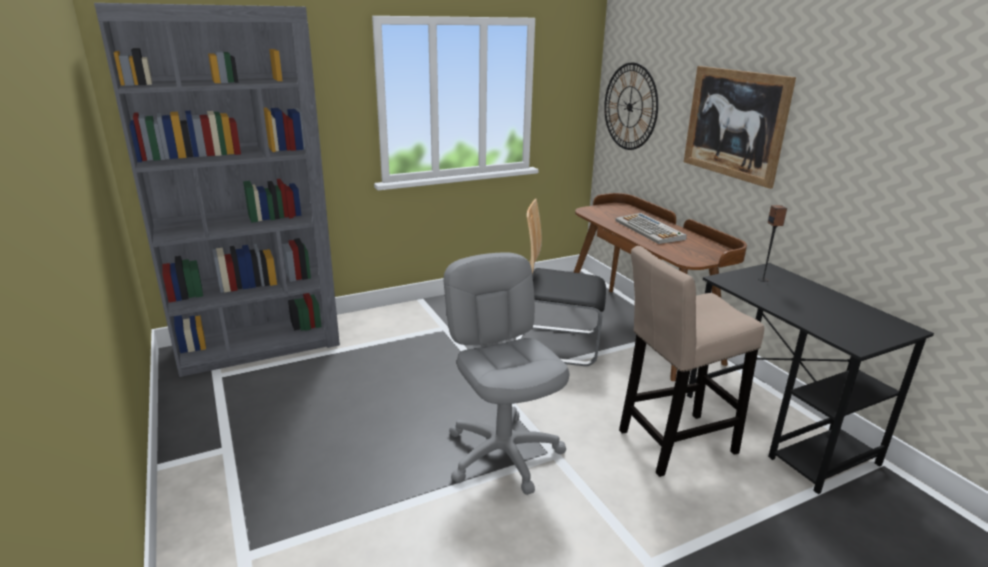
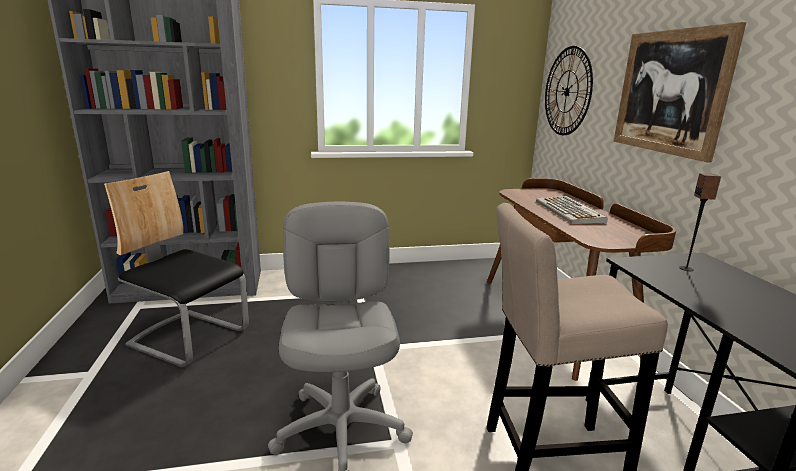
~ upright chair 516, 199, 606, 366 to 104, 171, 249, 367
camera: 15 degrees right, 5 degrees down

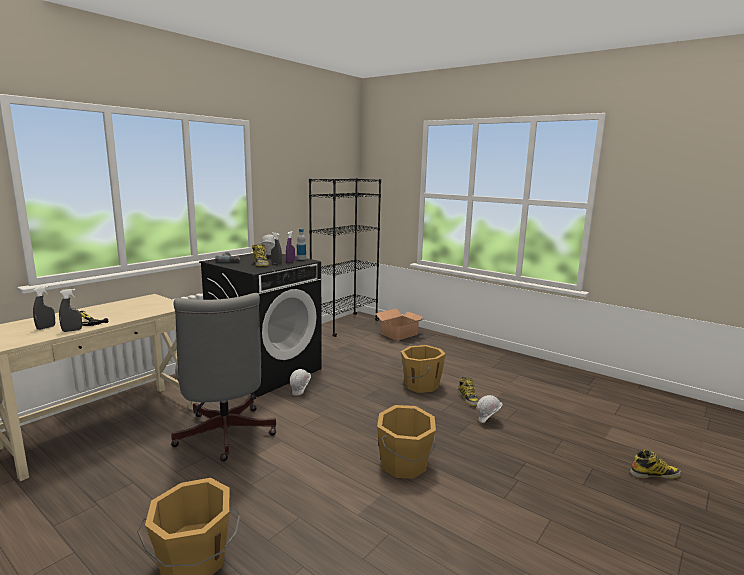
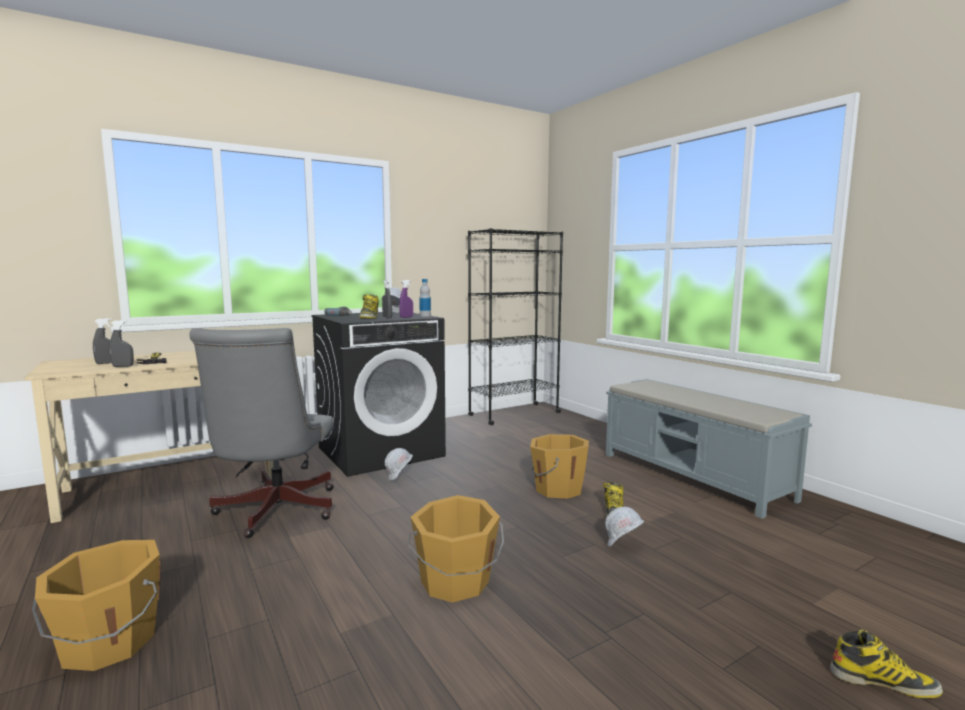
- cardboard box 375, 309, 425, 341
+ gray bench 606, 379, 812, 519
camera: 20 degrees right, 5 degrees down

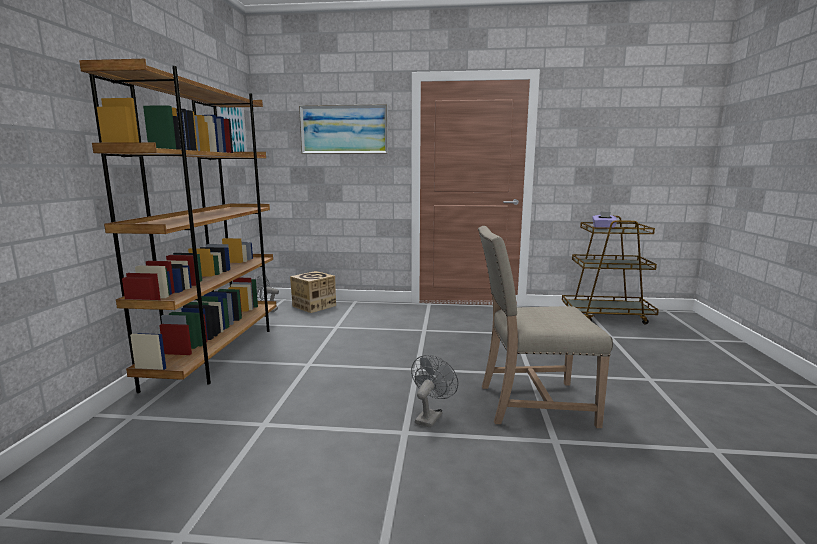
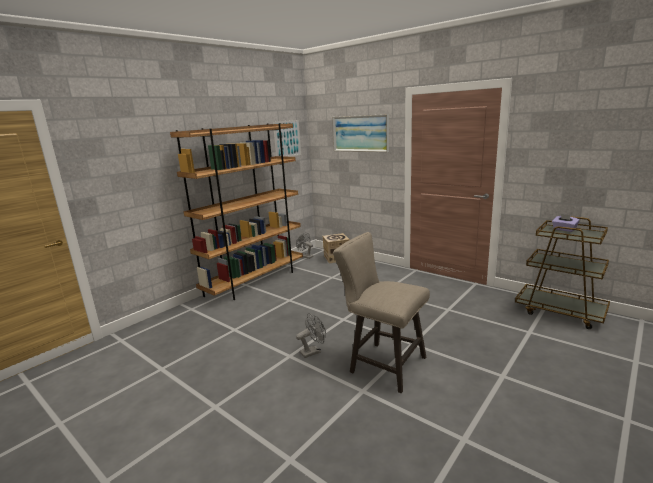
~ beige upright chair 478, 226, 613, 428 to beige sitting stool 333, 232, 430, 393
camera: 35 degrees right, 5 degrees up

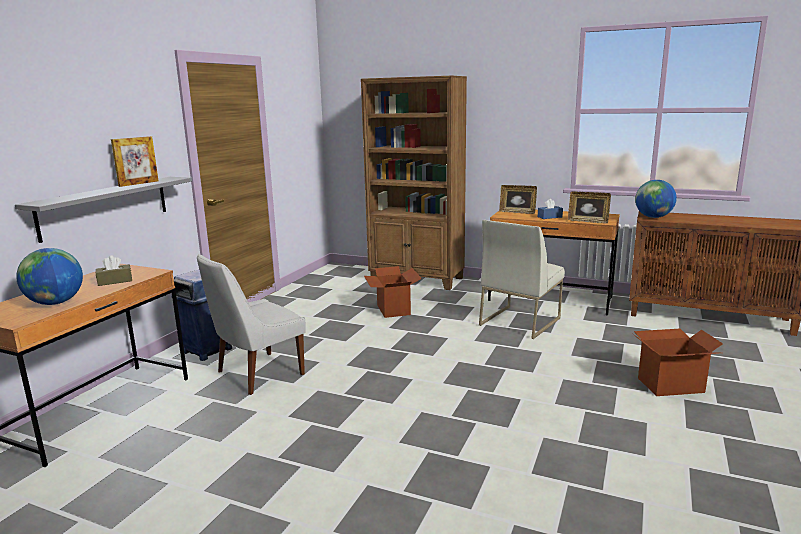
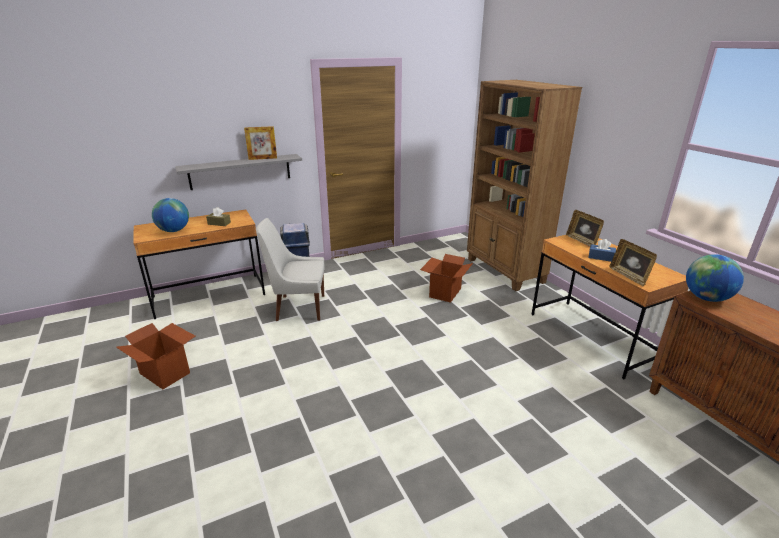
- whitish upright chair 479, 220, 565, 339
~ cardboard box 633, 329, 723, 396 to 116, 323, 195, 389
camera: 40 degrees right, 10 degrees up

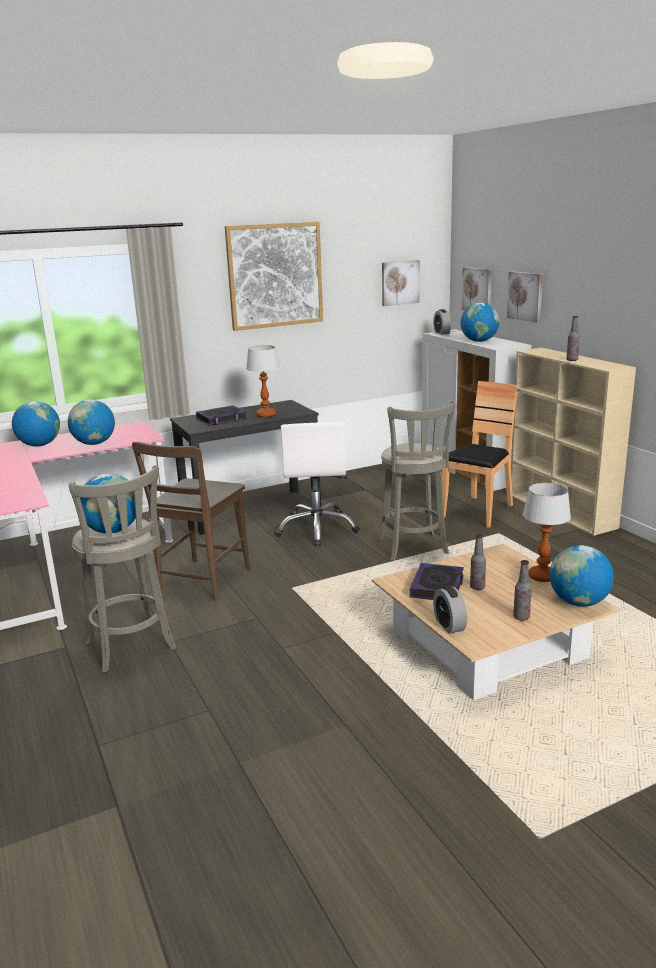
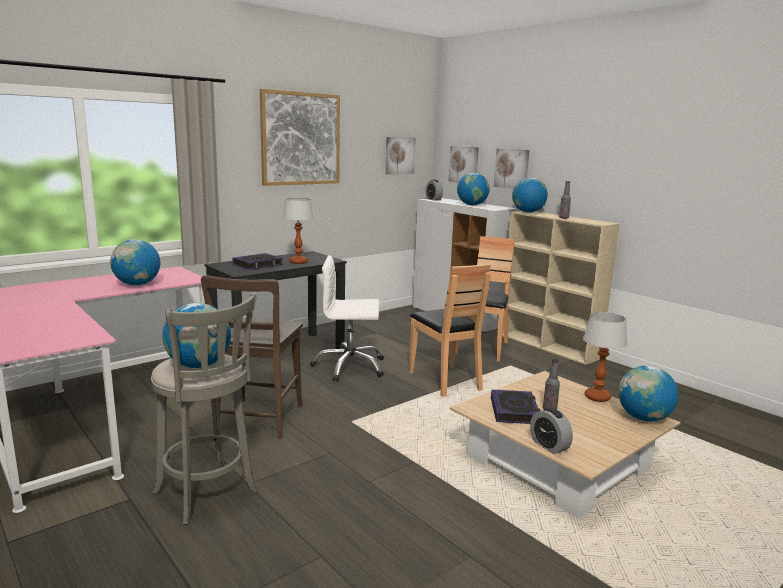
- drink bottle 513, 560, 532, 621
~ world globe 12, 401, 60, 447 to 512, 178, 548, 213
~ gray sitting stool 379, 401, 456, 561 to brown-coloured upright chair 409, 264, 491, 397
~ whitish computer chair 275, 422, 359, 546 = 310, 255, 384, 382 105 degrees clockwise
camera: 15 degrees left, 5 degrees down

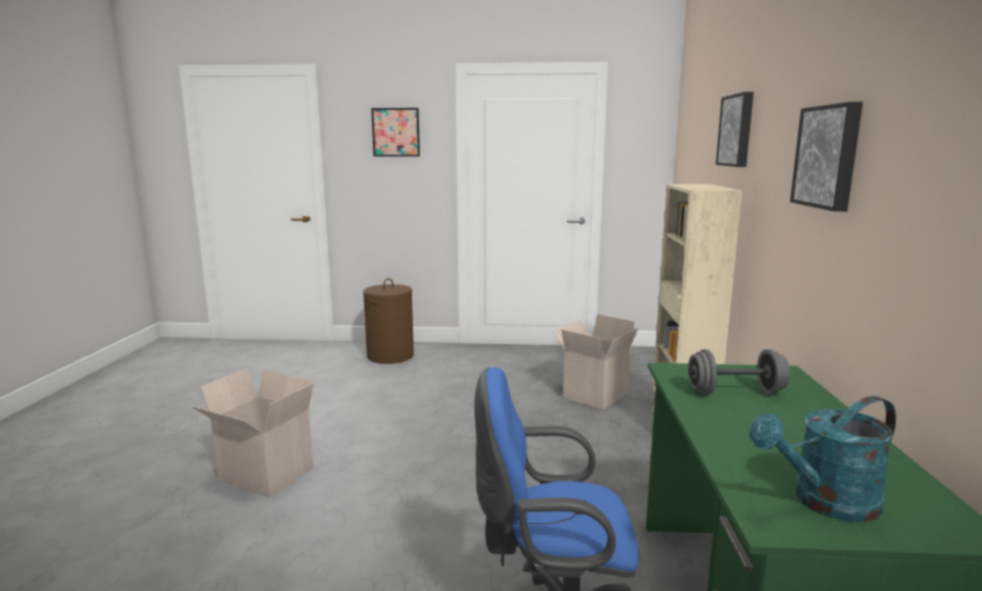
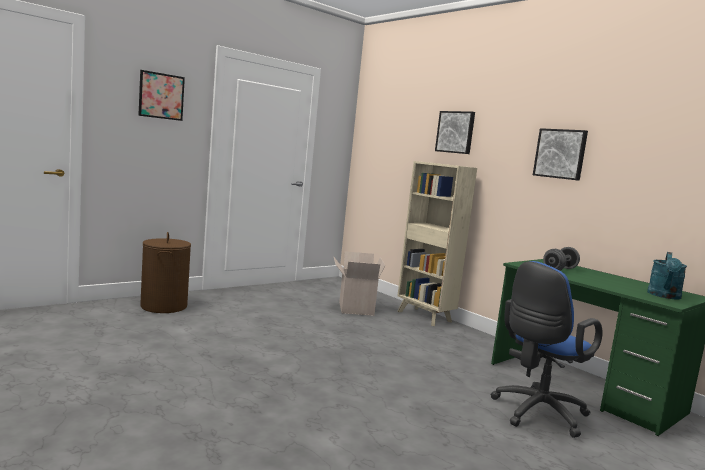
- cardboard box 191, 368, 314, 498
camera: 45 degrees left, 5 degrees down

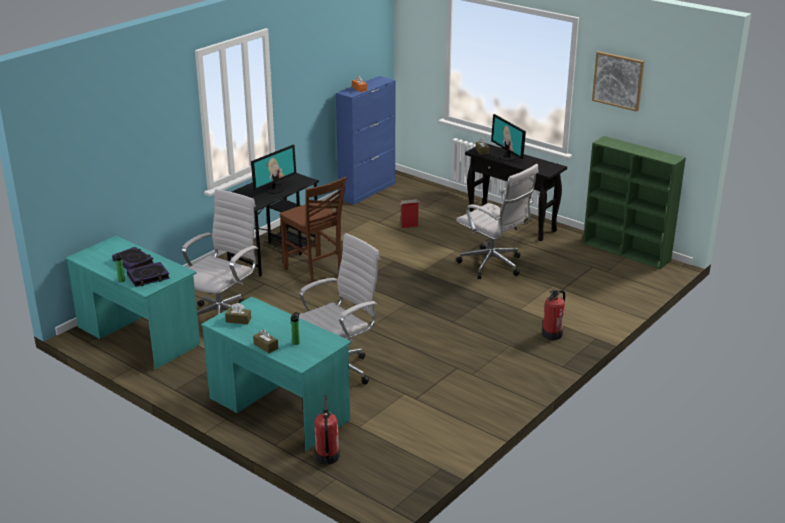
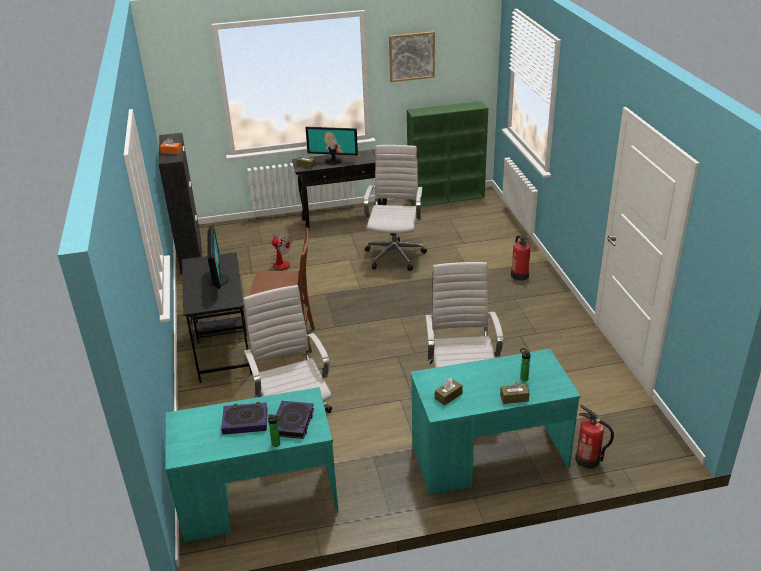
~ cardboard box 399, 199, 420, 228 to cooling fan 271, 232, 291, 270
~ blue-coloured cabinet 336, 76, 395, 205 to blackish cabinet 159, 133, 202, 275
~ whitish computer chair 456, 164, 539, 279 = 364, 145, 427, 271 75 degrees counterclockwise
camera: 50 degrees left, 5 degrees up

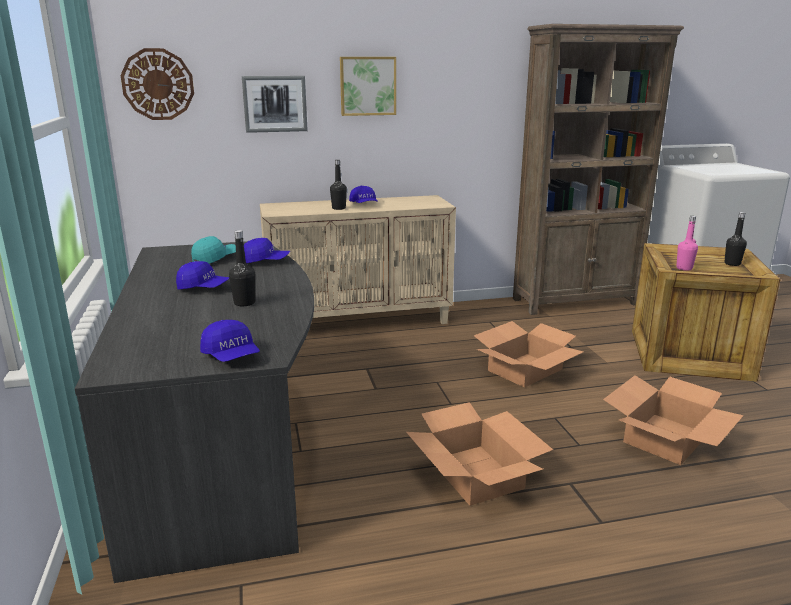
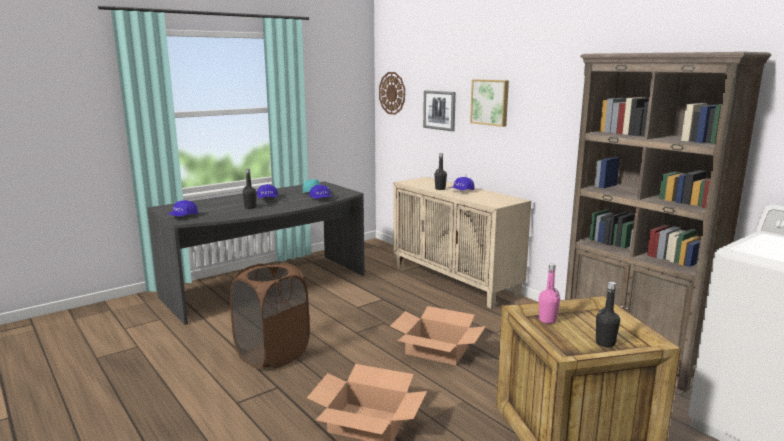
~ cardboard box 406, 402, 553, 506 to brown-coloured hamper 230, 263, 310, 369
camera: 65 degrees right, 5 degrees down

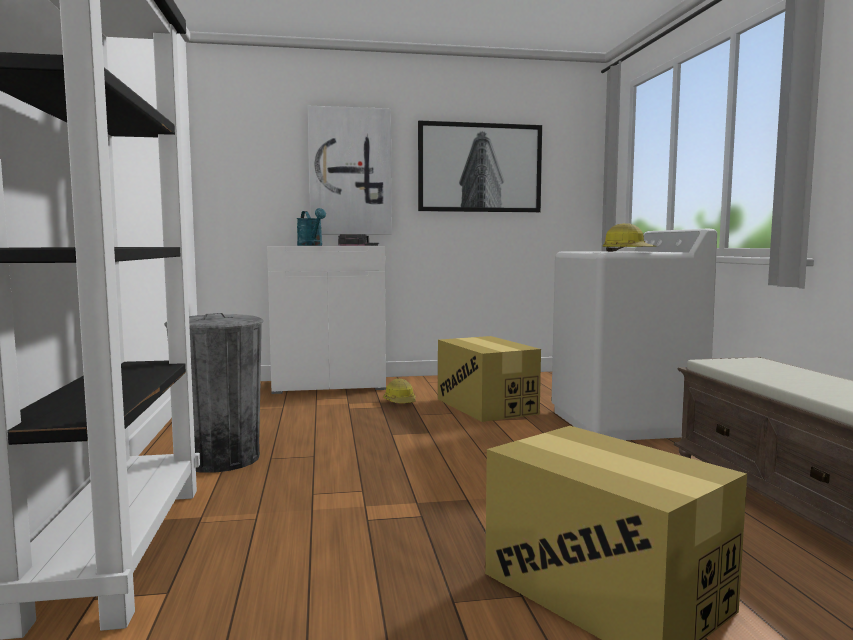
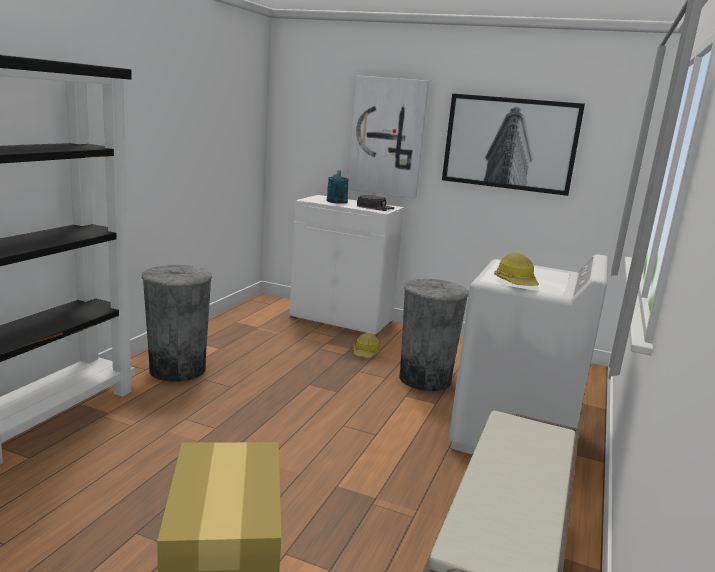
~ cardboard box 438, 336, 541, 422 to gray waste bin 399, 279, 469, 391
camera: 30 degrees right, 10 degrees up

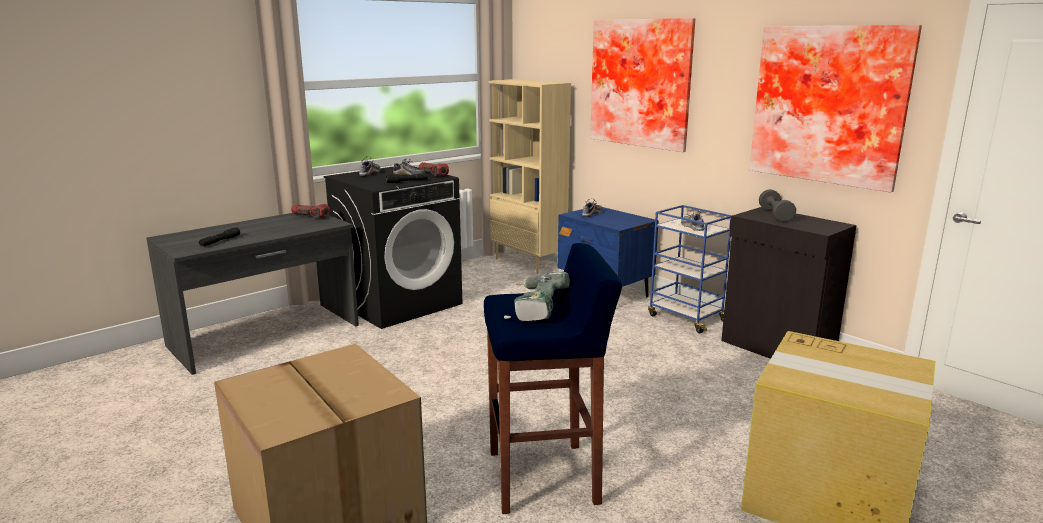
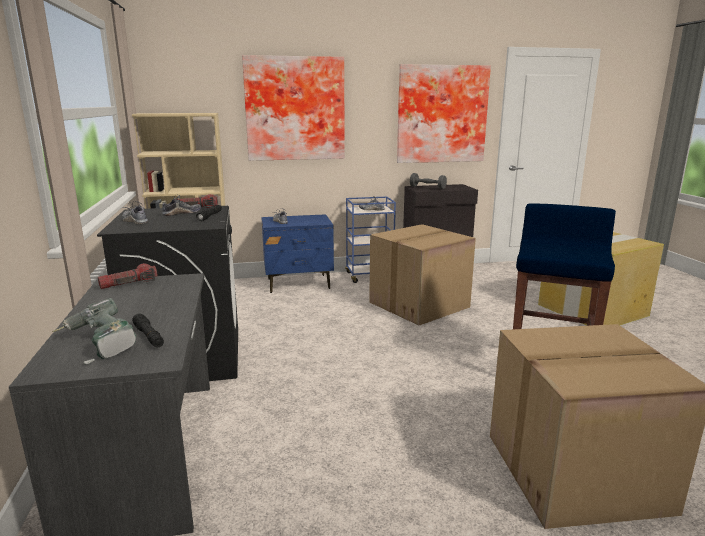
+ cardboard box 369, 224, 476, 325
~ drill 504, 272, 570, 321 to 52, 298, 136, 365
camera: 60 degrees left, 0 degrees up

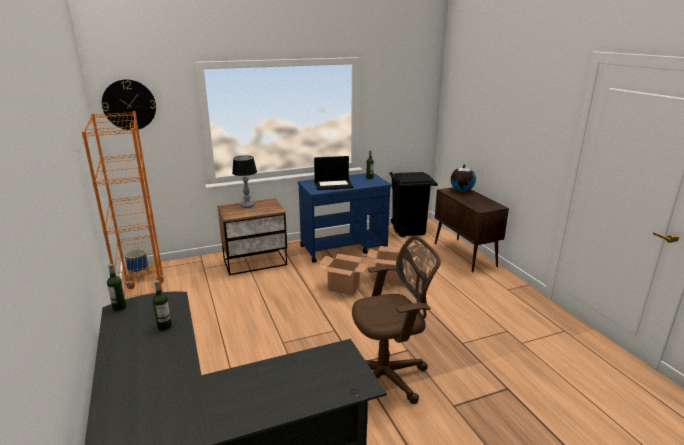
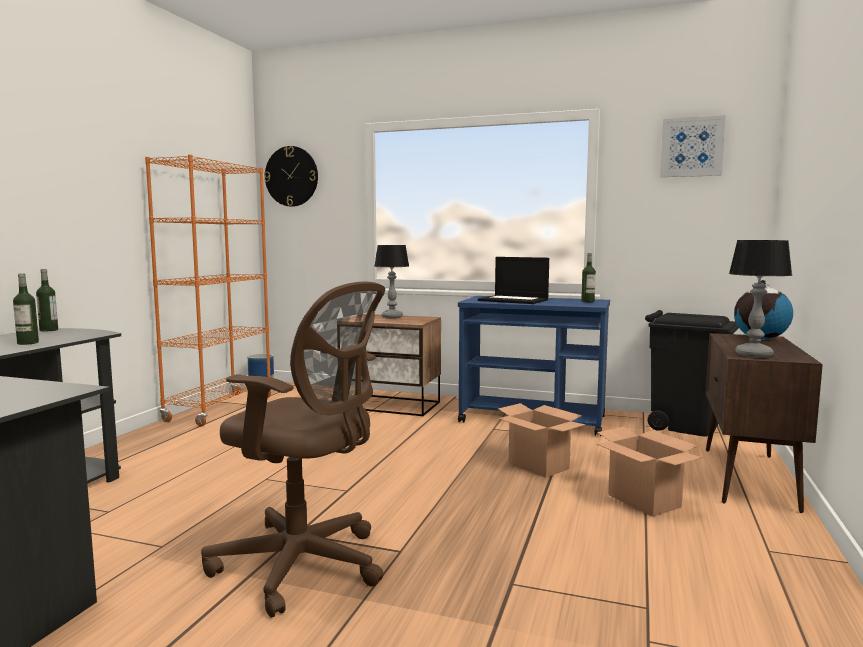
+ wall art 660, 115, 726, 177
+ lamp for a table 729, 240, 792, 358
~ cardboard box 319, 254, 369, 295 to 597, 427, 703, 517
camera: 40 degrees right, 15 degrees down

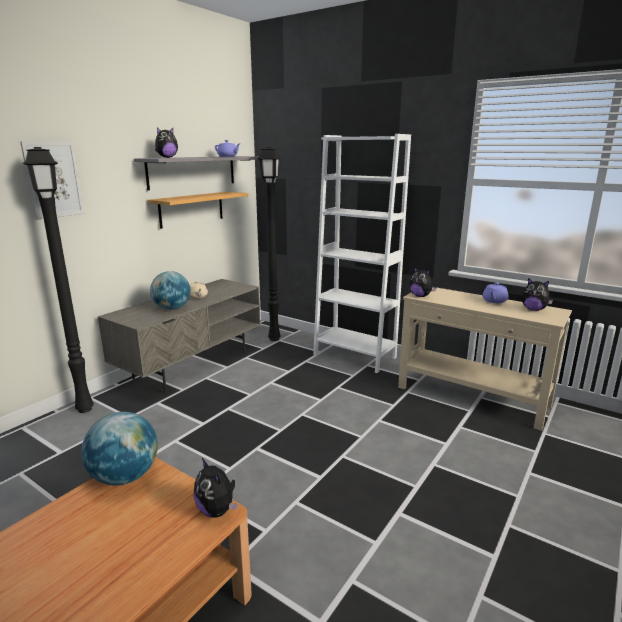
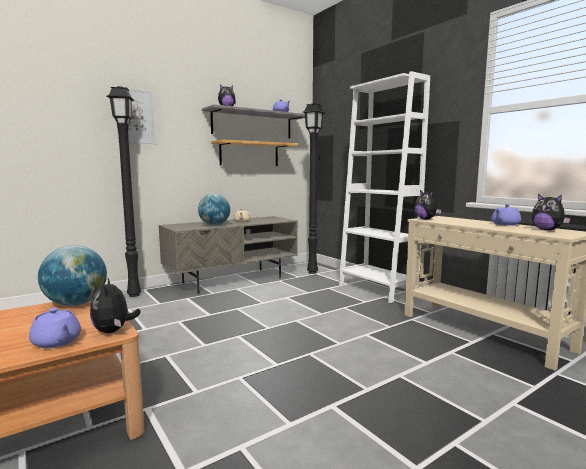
+ purple-coloured pot for tea 29, 308, 81, 348
camera: 20 degrees right, 10 degrees down

